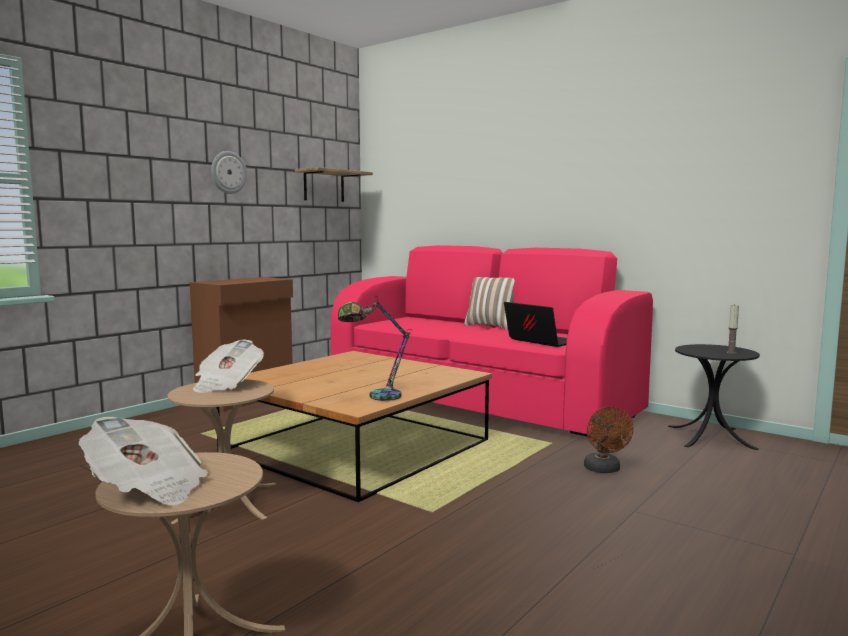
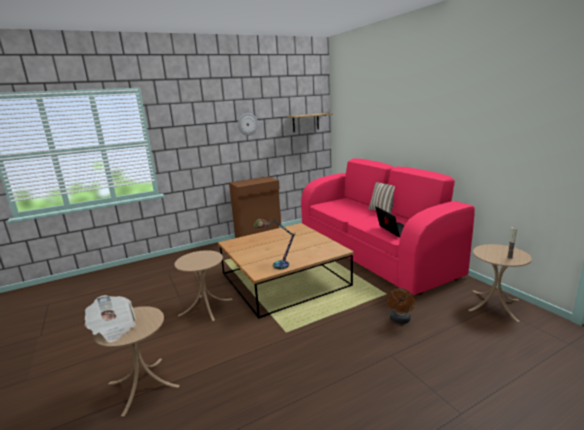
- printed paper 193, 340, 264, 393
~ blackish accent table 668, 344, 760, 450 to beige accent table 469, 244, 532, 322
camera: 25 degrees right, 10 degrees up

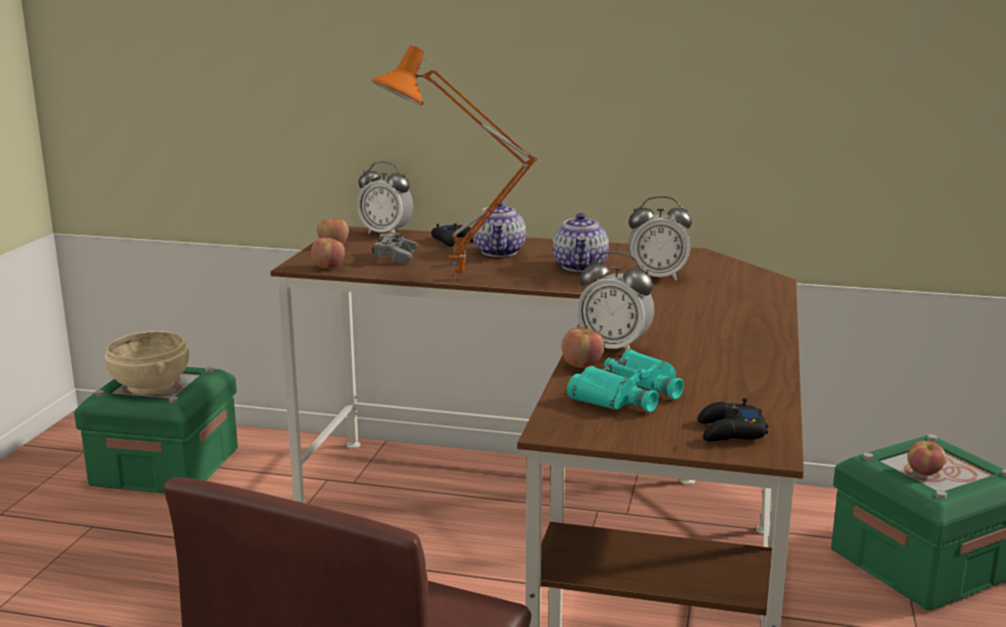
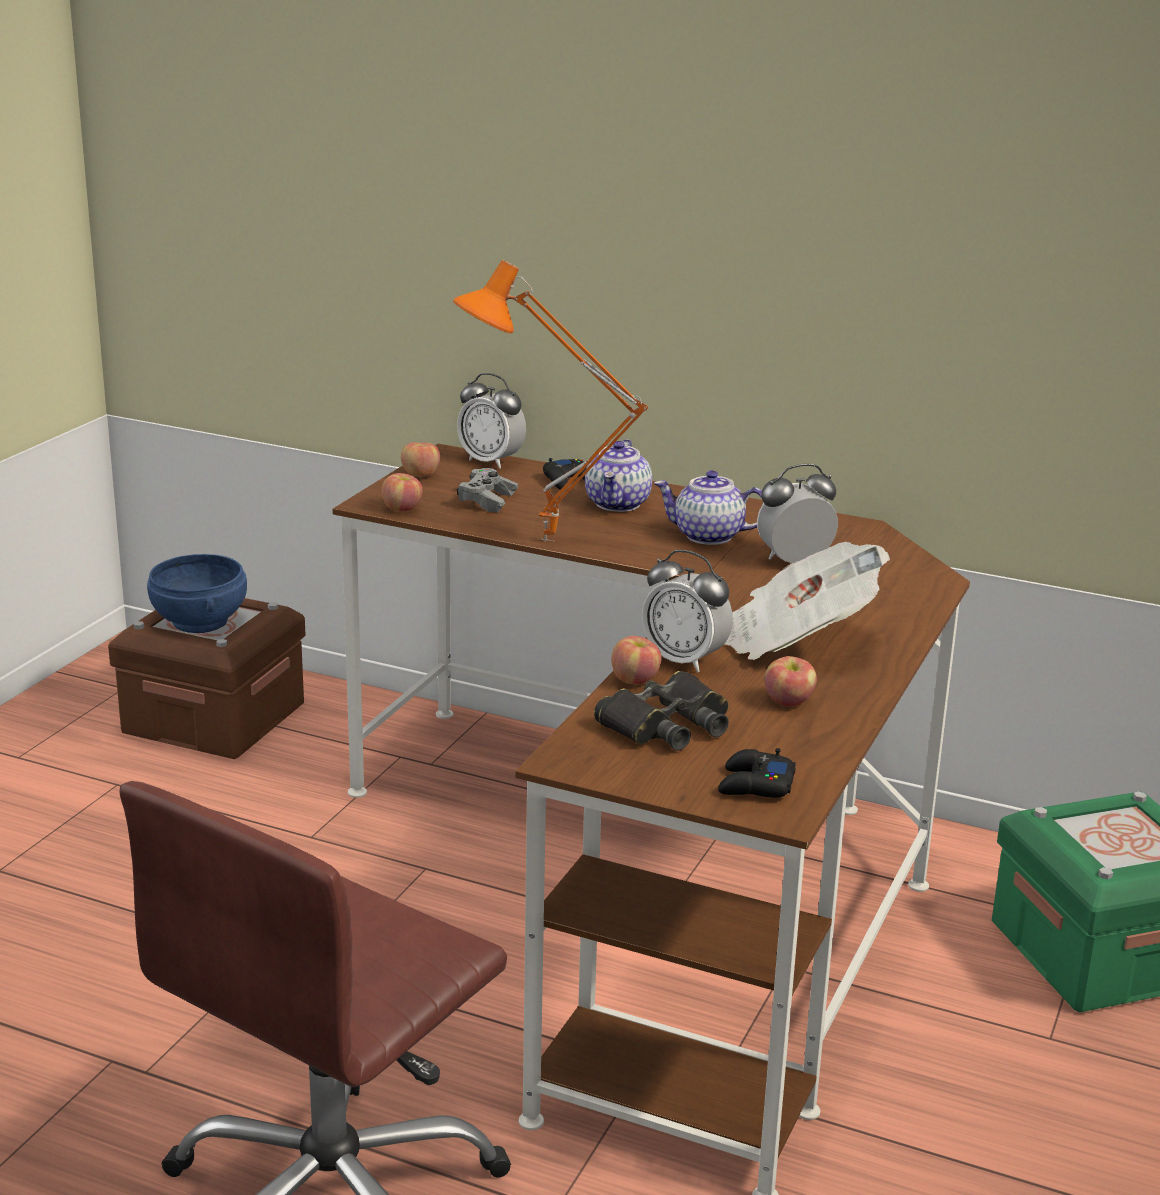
+ printed paper 725, 542, 890, 660
~ whole apple 907, 441, 946, 476 to 764, 656, 817, 706
~ greenish storage container 74, 367, 238, 494 to brown-coloured storage container 108, 598, 306, 759
~ beige serving bowl 105, 331, 189, 395 to blue-coloured serving bowl 147, 554, 247, 633
~ blue-green binoculars 567, 349, 684, 412 to blackish binoculars 594, 671, 729, 751
~ pot for tea 552, 213, 609, 272 = 654, 470, 762, 545 90 degrees clockwise
~ table clock 628, 196, 692, 280 = 757, 464, 838, 563 150 degrees clockwise
camera: 10 degrees right, 5 degrees up

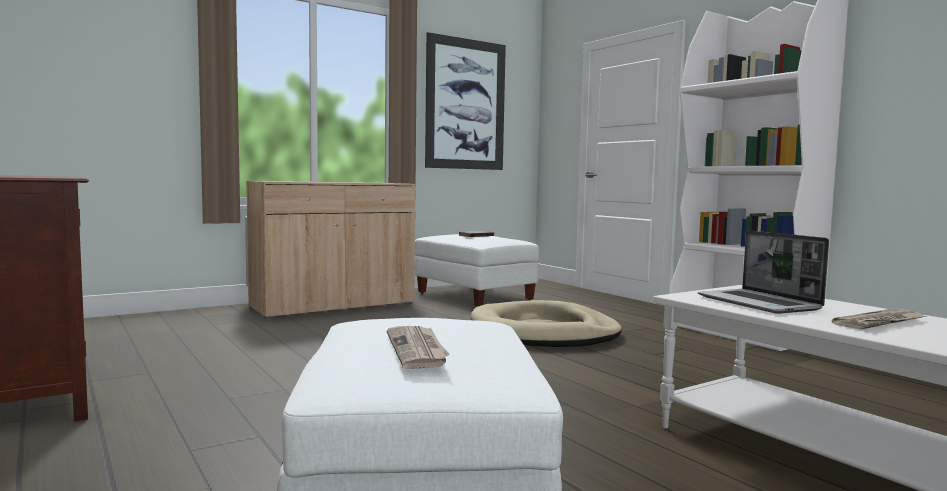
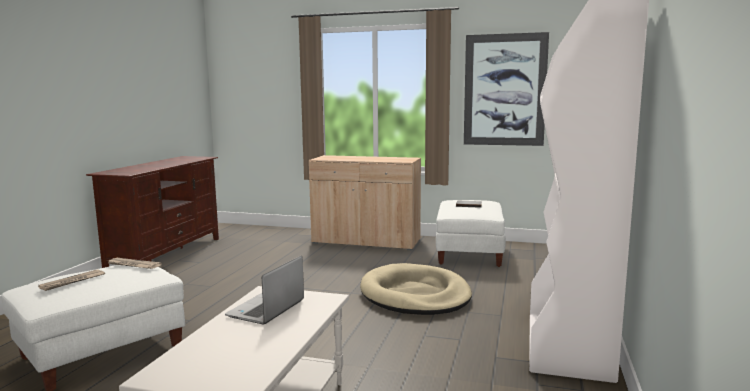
~ printed paper 832, 309, 927, 329 to 108, 258, 162, 269
camera: 50 degrees right, 5 degrees up

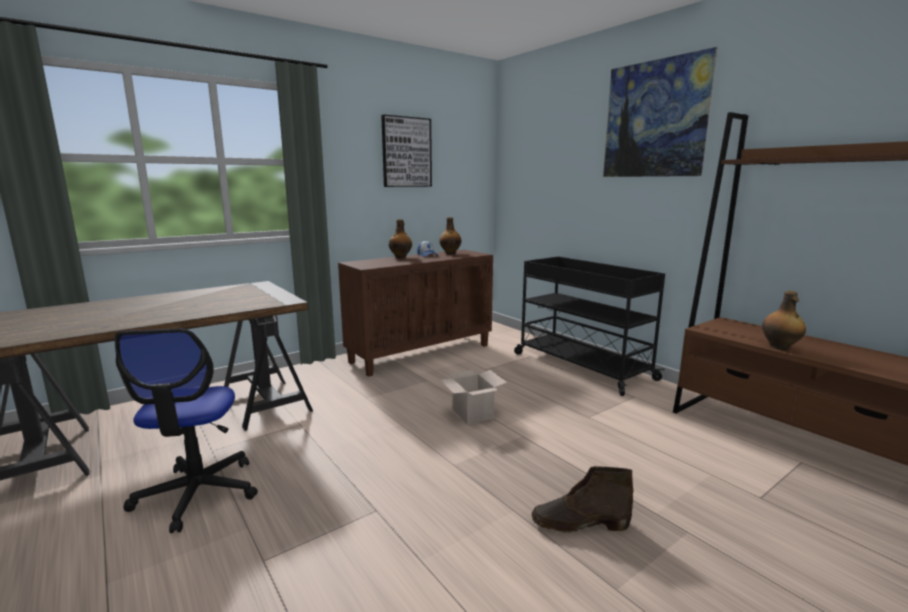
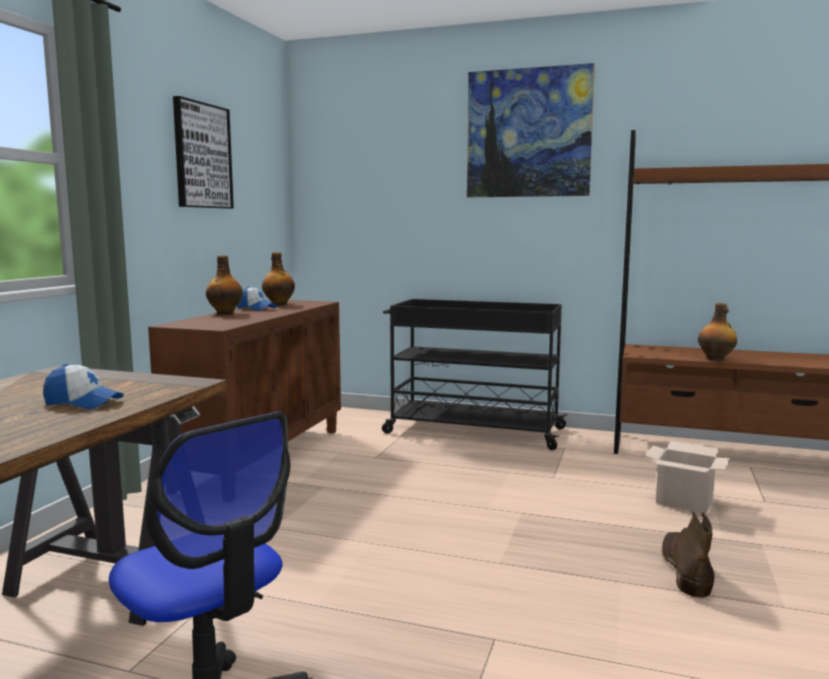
+ cap 43, 364, 124, 409
~ cardboard box 439, 370, 507, 425 to 645, 441, 731, 513
~ brown-coloured boot 532, 466, 633, 533 = 661, 511, 715, 598 135 degrees clockwise
camera: 35 degrees left, 5 degrees down

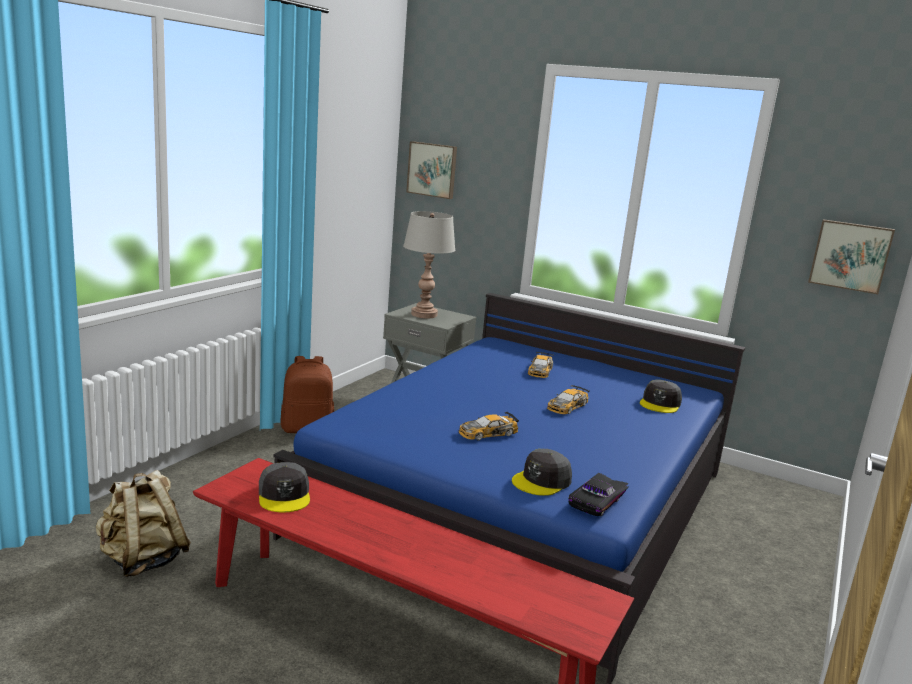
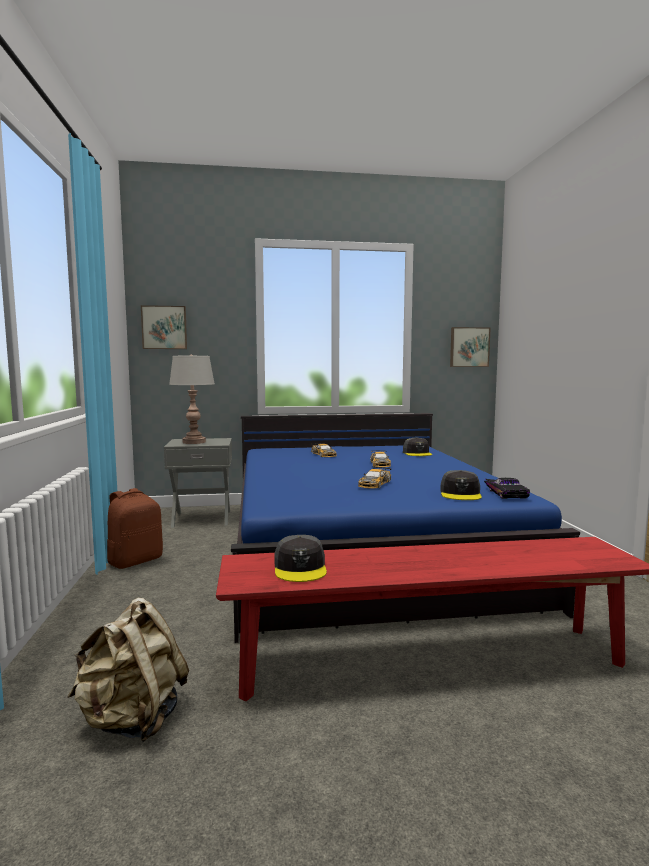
~ gray cap 259, 462, 310, 513 = 274, 535, 327, 582 45 degrees clockwise
camera: 35 degrees left, 10 degrees down

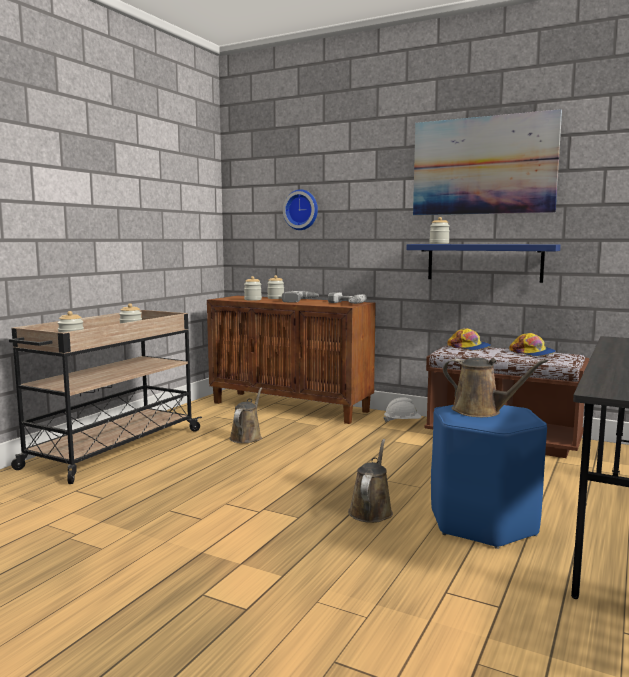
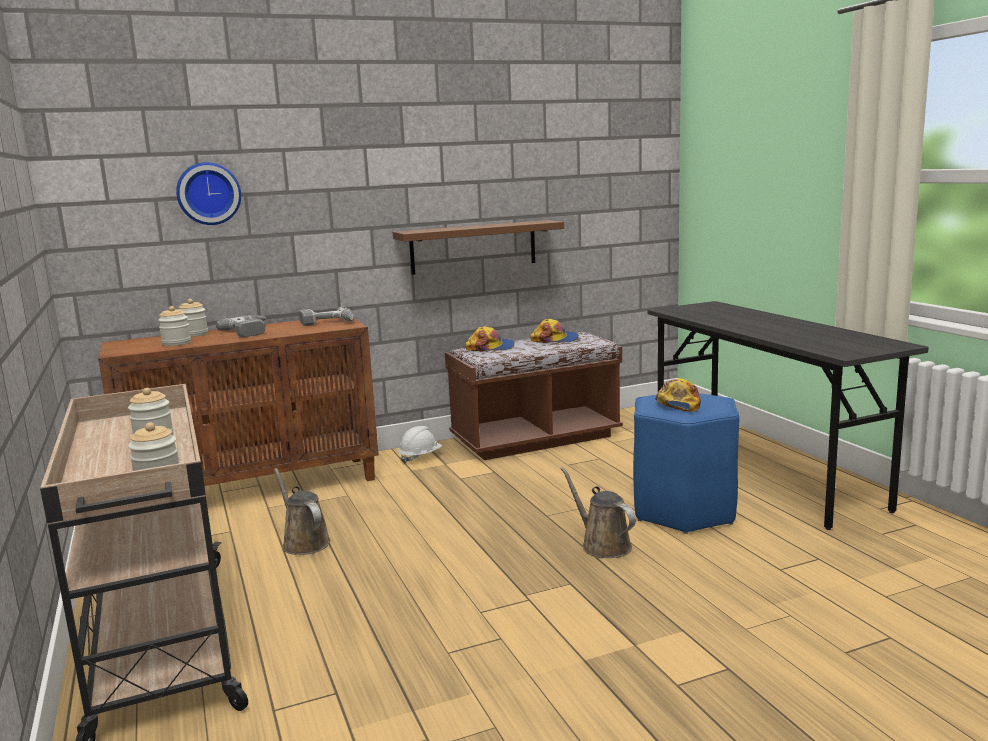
- wall art 413, 109, 562, 215
- preserve jar 429, 217, 450, 244
~ brown-coloured watering pot 443, 357, 548, 417 to cap 655, 378, 701, 412
~ blue-coloured shelf 407, 244, 561, 283 to brown-coloured shelf 393, 220, 564, 275
camera: 50 degrees left, 5 degrees up

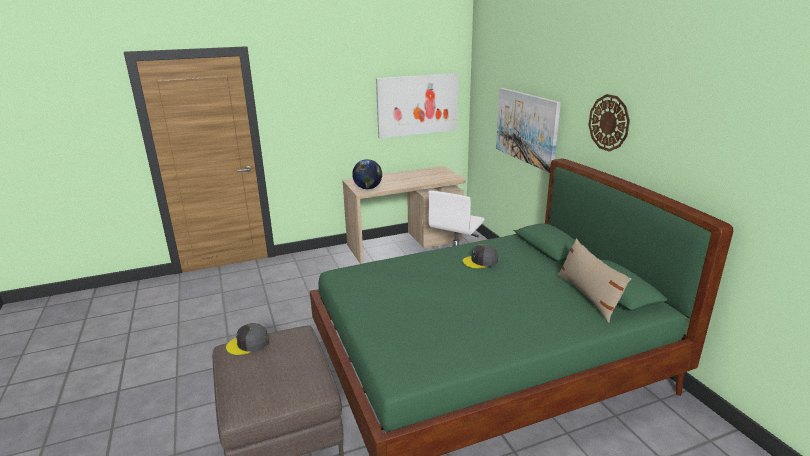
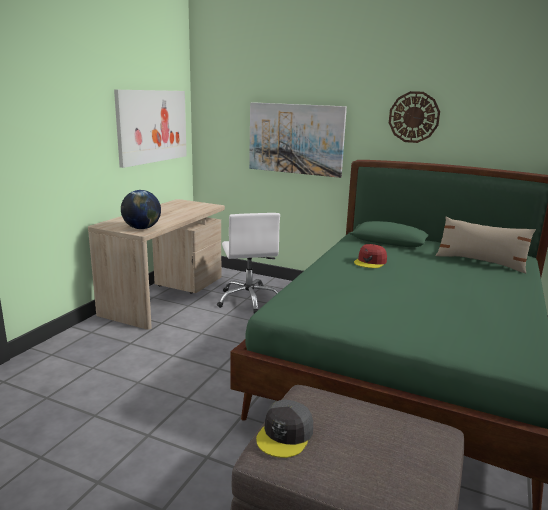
~ gray cap 462, 244, 498, 268 to red cap 354, 244, 387, 268
camera: 45 degrees left, 5 degrees down

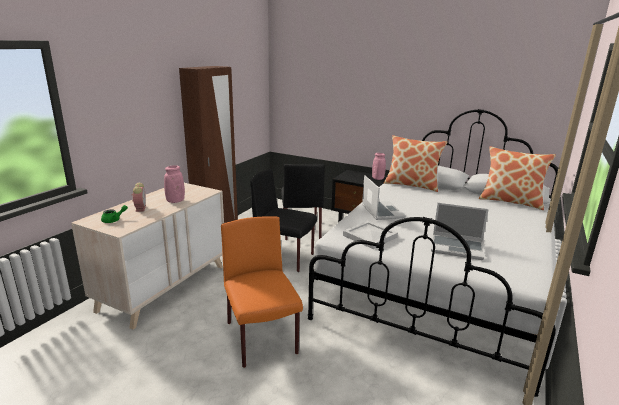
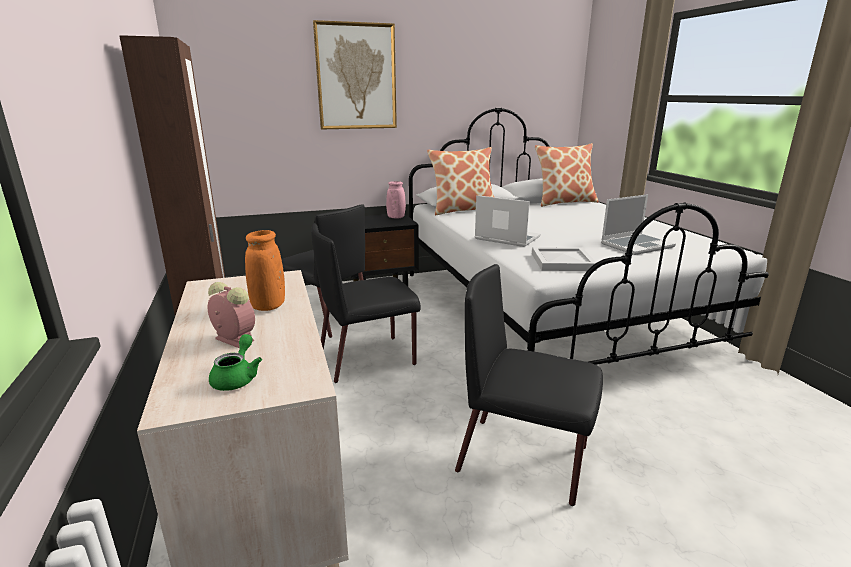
+ wall art 313, 20, 397, 130
~ pink-coloured vase 164, 165, 185, 203 to orangey vase 245, 230, 285, 311
~ orangey upright chair 221, 217, 303, 368 to blackish upright chair 455, 264, 603, 506
camera: 45 degrees left, 0 degrees up

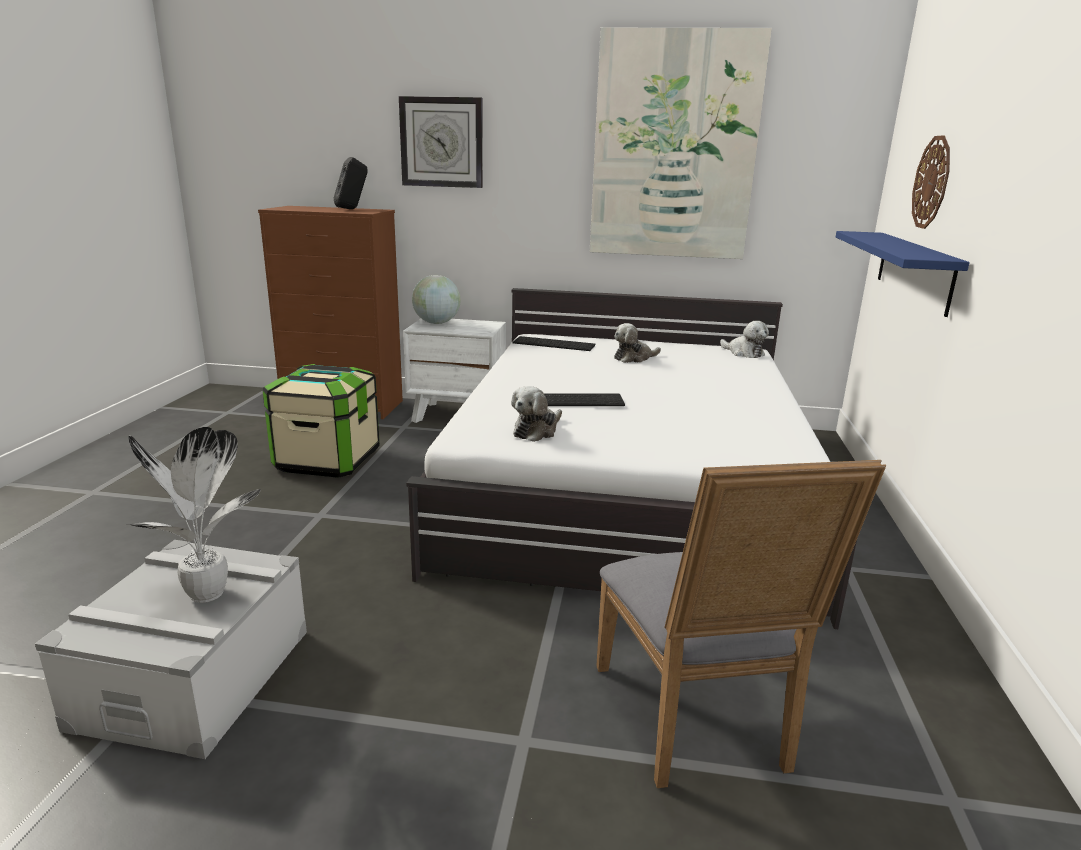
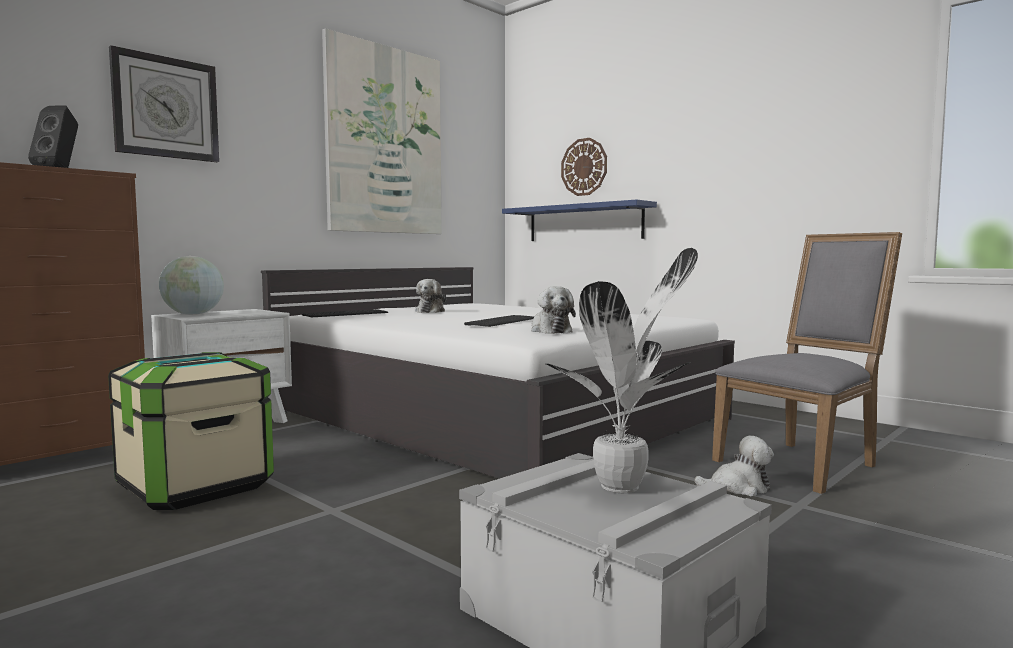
~ soft toy 720, 321, 769, 358 to 694, 436, 774, 496
~ gray upright chair 596, 460, 886, 788 = 712, 232, 902, 494 60 degrees counterclockwise
camera: 55 degrees left, 15 degrees down

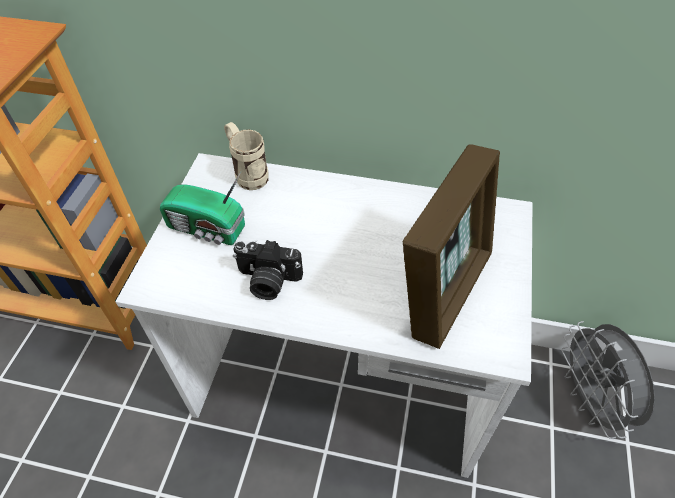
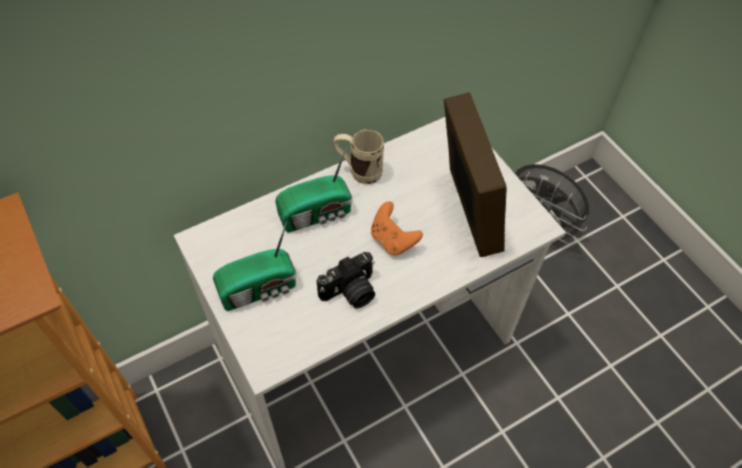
+ radio receiver 275, 148, 352, 233
+ orangey gamepad 371, 201, 423, 255
~ beige coffee mug 224, 122, 269, 190 to 333, 130, 384, 184
camera: 45 degrees left, 5 degrees up

